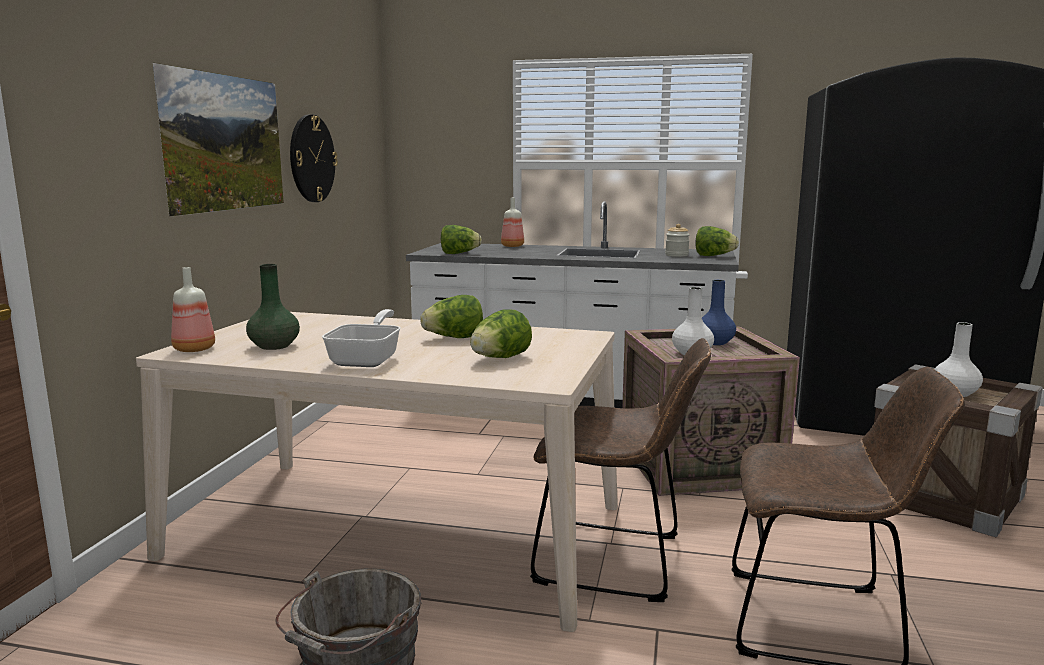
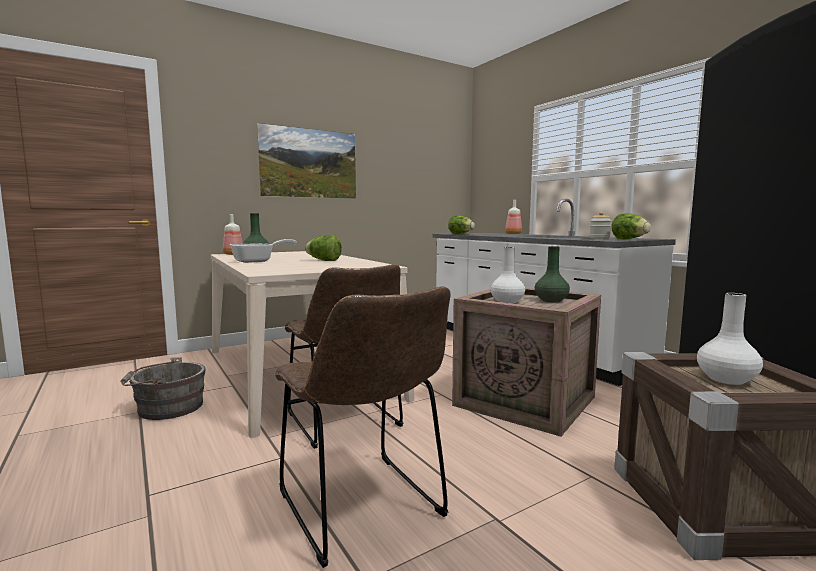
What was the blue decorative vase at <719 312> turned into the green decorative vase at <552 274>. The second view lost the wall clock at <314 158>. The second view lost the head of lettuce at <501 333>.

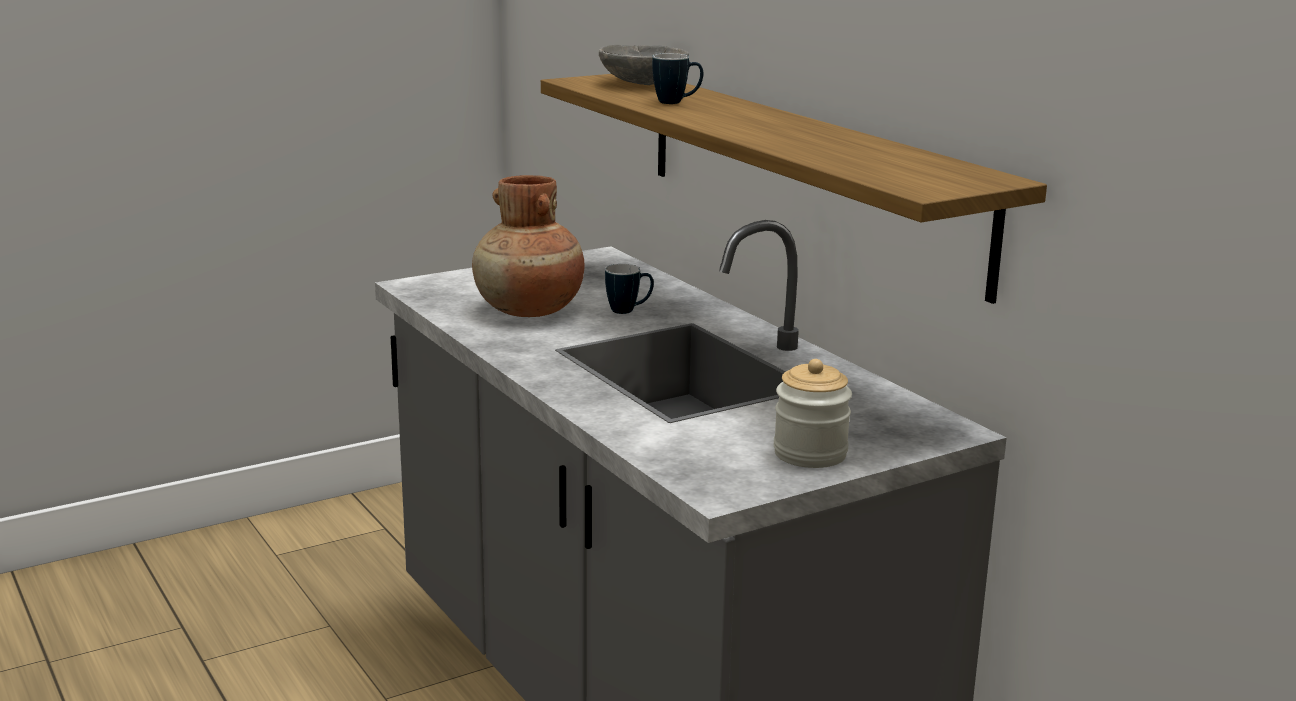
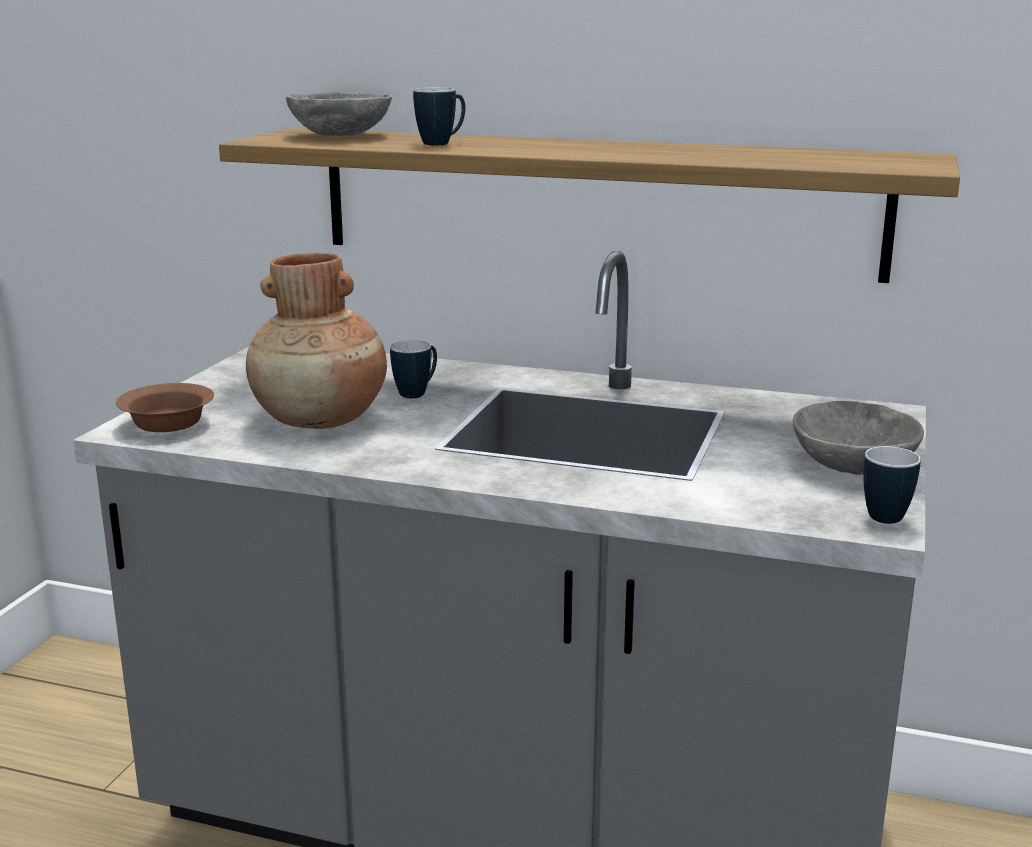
The second view gained the brown bowl at <165 407>. Where the preserve jar stood at <813 413>, the greyish bowl came to stand at <858 438>. The second view gained the mug at <892 485>.

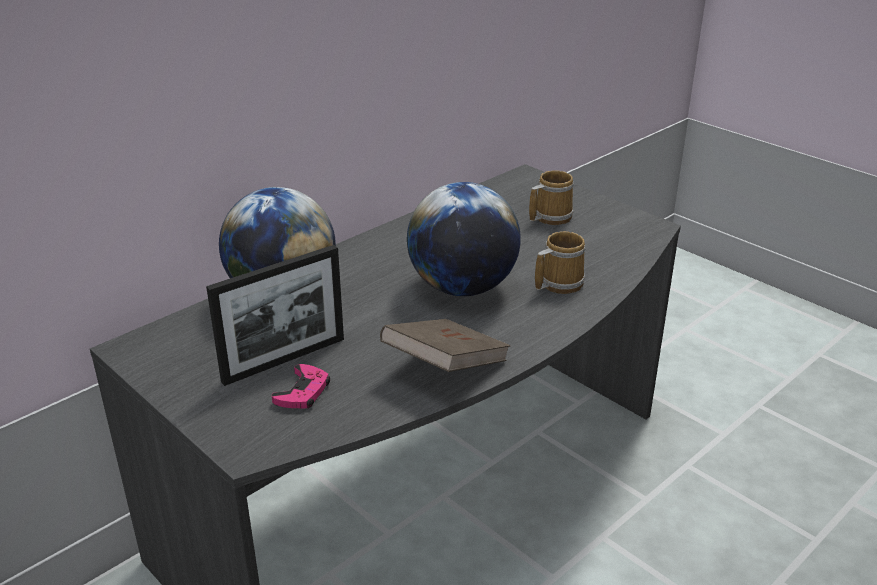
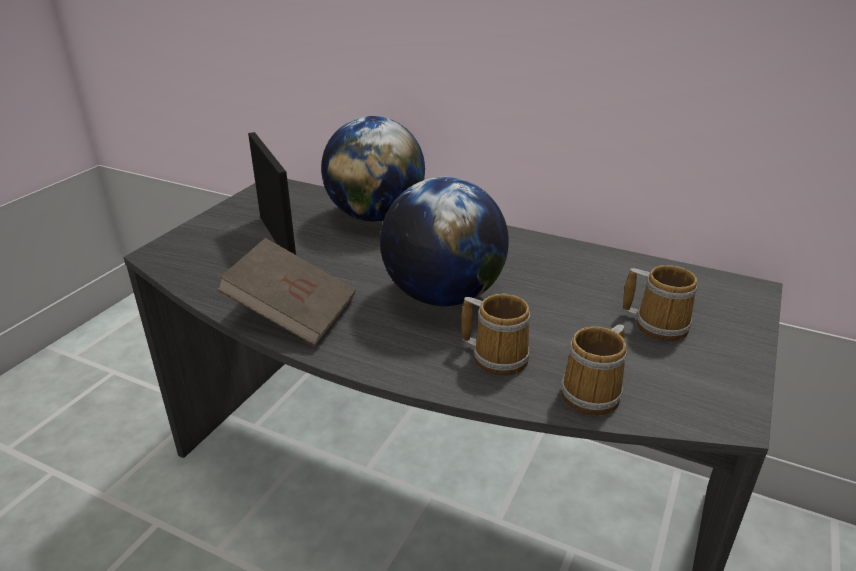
The picture frame at <275 315> ended up facing another way, 150 degrees counterclockwise from before. The second view gained the mug at <594 370>. The second view lost the pink gamepad at <301 386>.

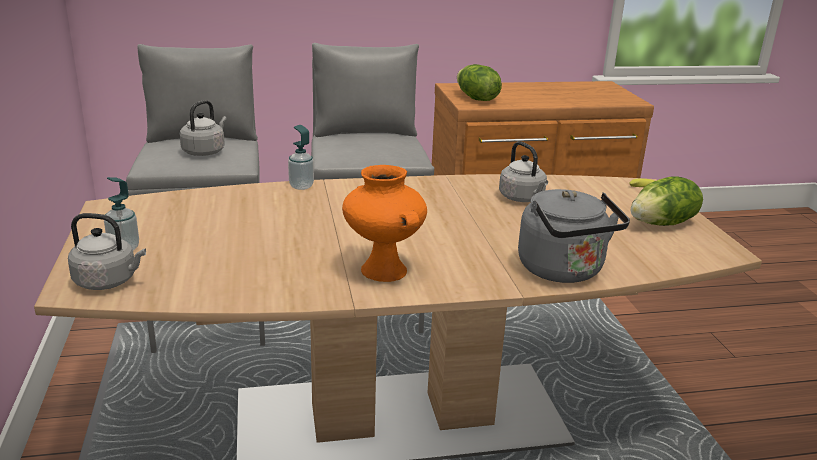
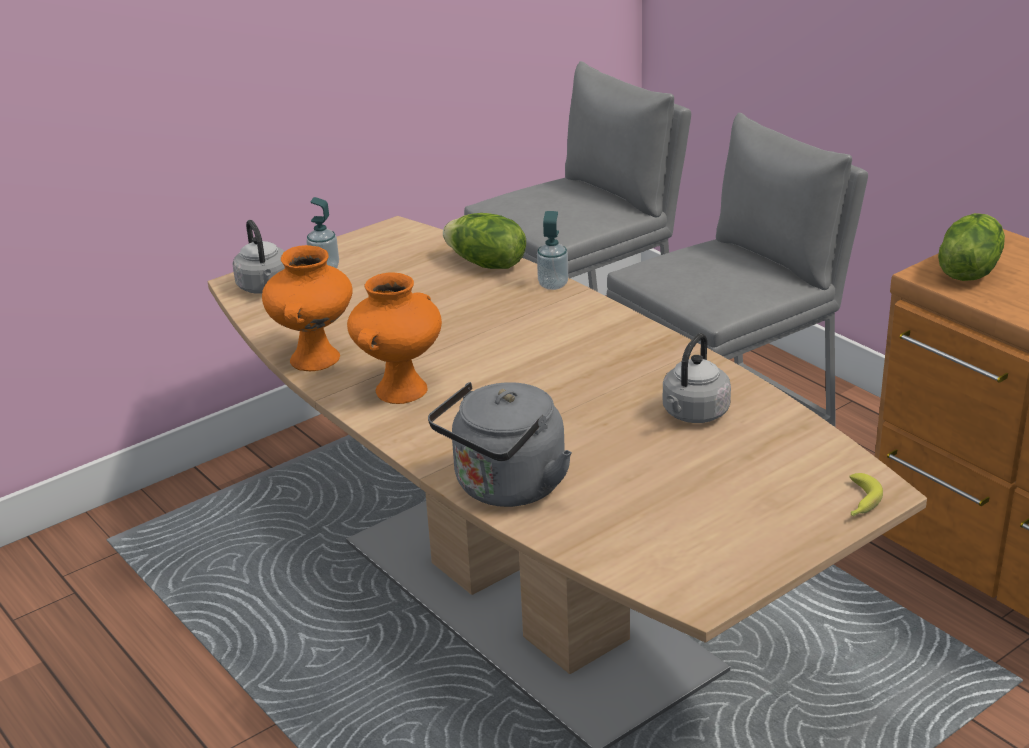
The second view gained the orangey decorative vase at <307 308>. The head of lettuce ended up elsewhere, having gone from <667 201> to <484 241>. The second view lost the greyish water kettle at <203 128>.

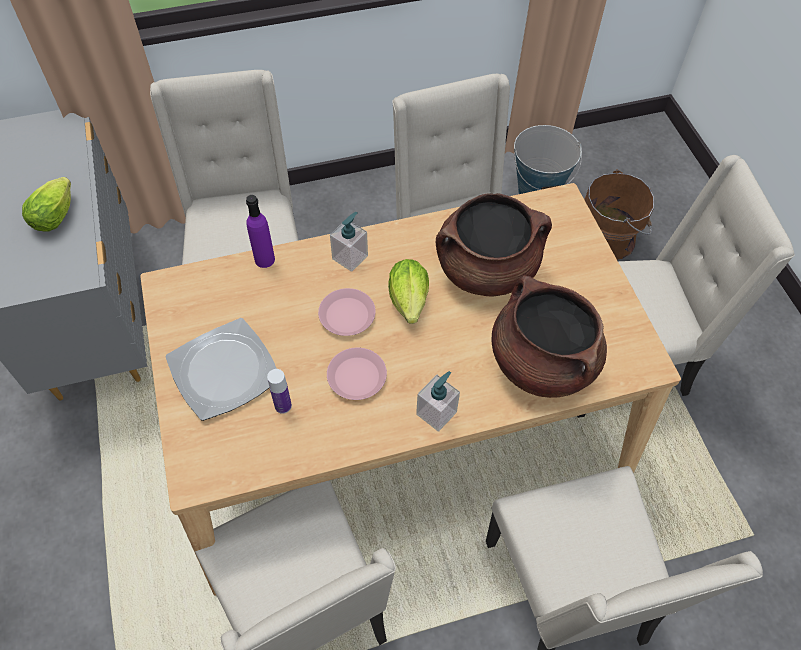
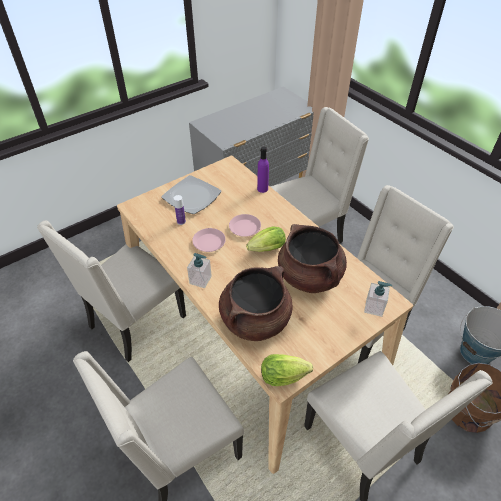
The head of lettuce ended up elsewhere, having gone from <46 204> to <287 370>. The liquid soap bottle ended up elsewhere, having gone from <349 242> to <378 299>.

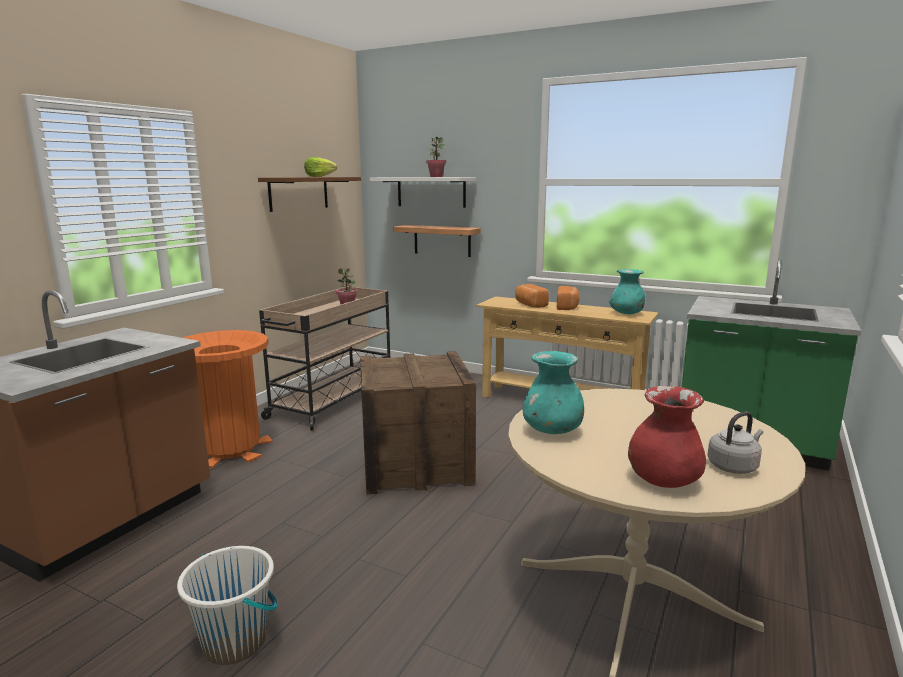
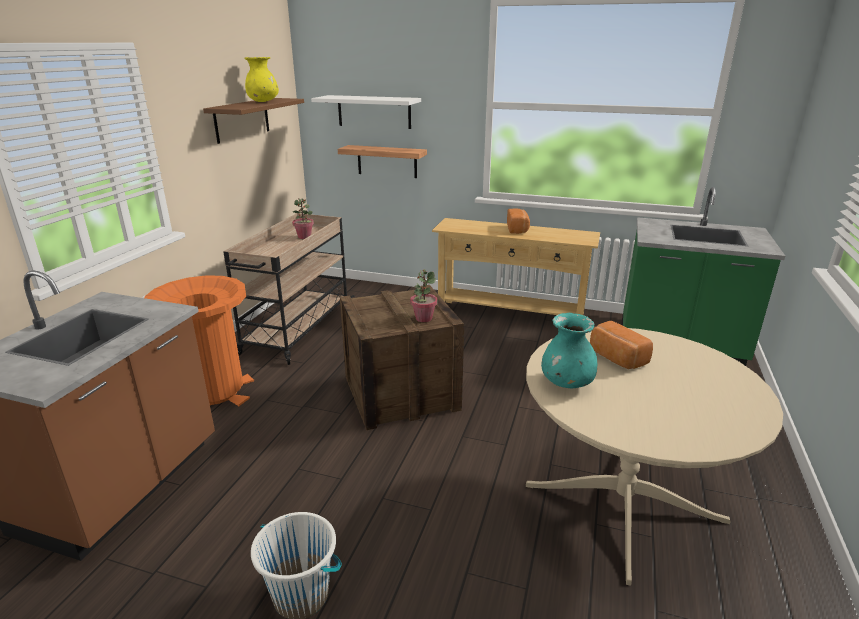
Where the head of lettuce stood at <320 167>, the yellow decorative vase came to stand at <261 79>. The plant in a pot ended up elsewhere, having gone from <436 157> to <424 295>. The baked bread ended up elsewhere, having gone from <532 296> to <621 345>. The second view lost the turquoise decorative vase at <627 291>. The second view lost the red-coloured decorative vase at <667 437>. The second view lost the greyish water kettle at <735 442>.

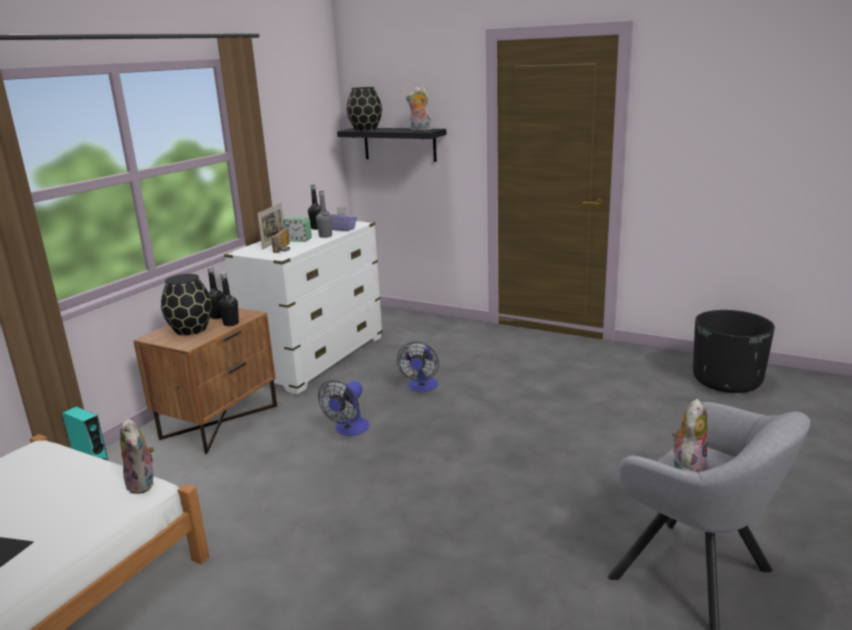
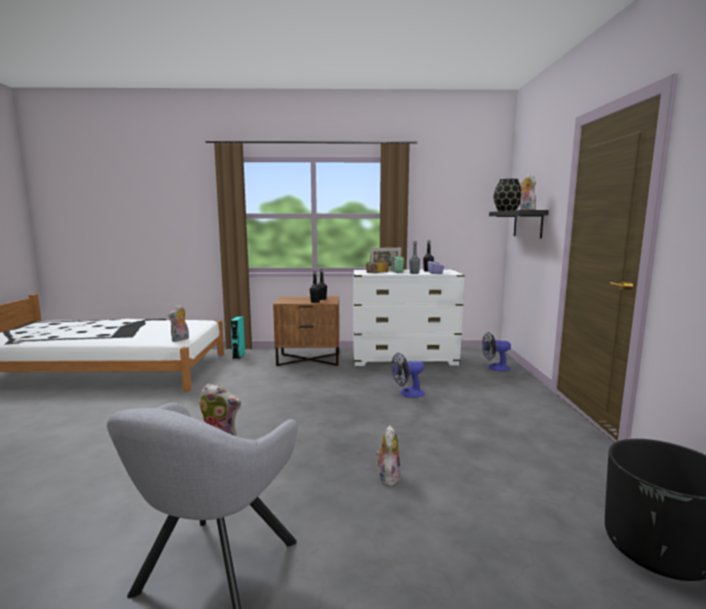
The second view gained the plush toy at <388 455>. The fan ended up elsewhere, having gone from <343 408> to <496 351>. The second view lost the blackish decorative vase at <186 305>.

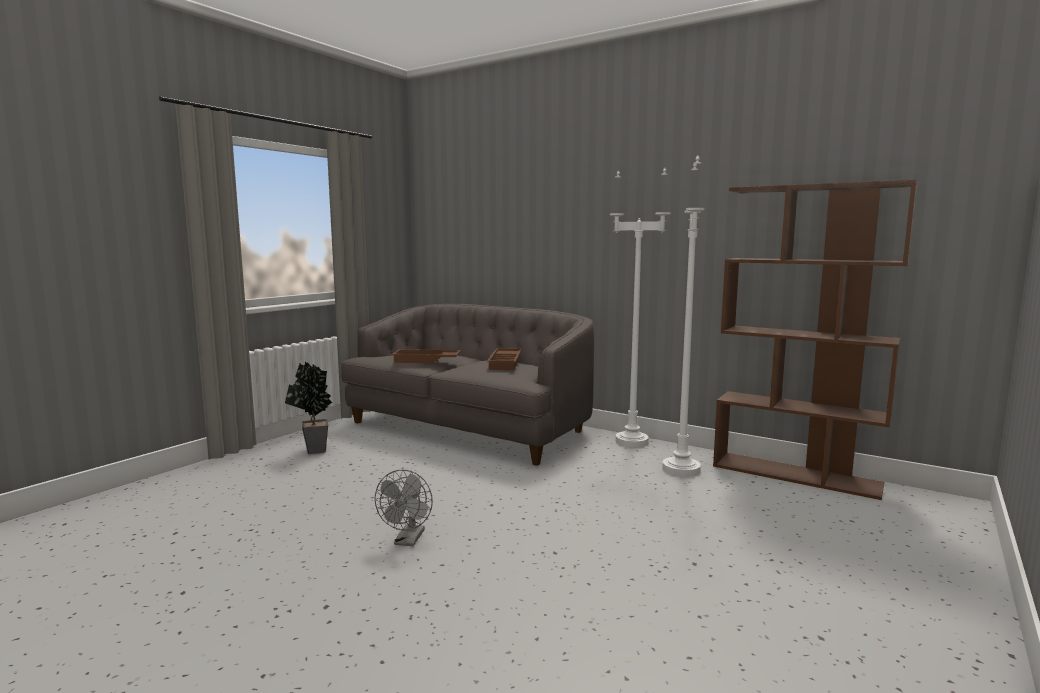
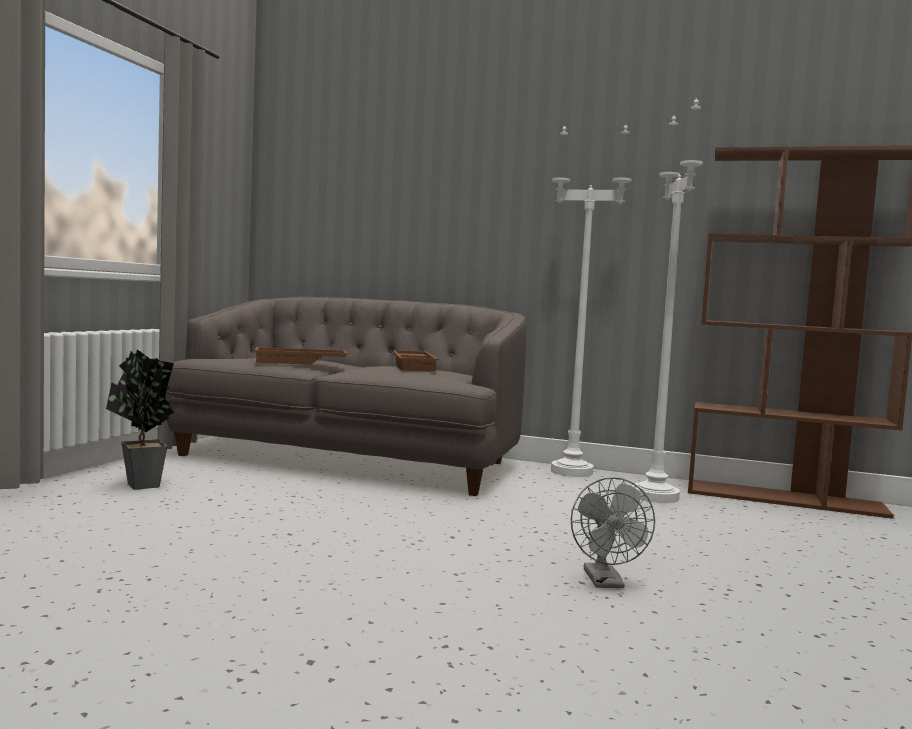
The greyish fan ended up elsewhere, having gone from <404 507> to <613 532>.

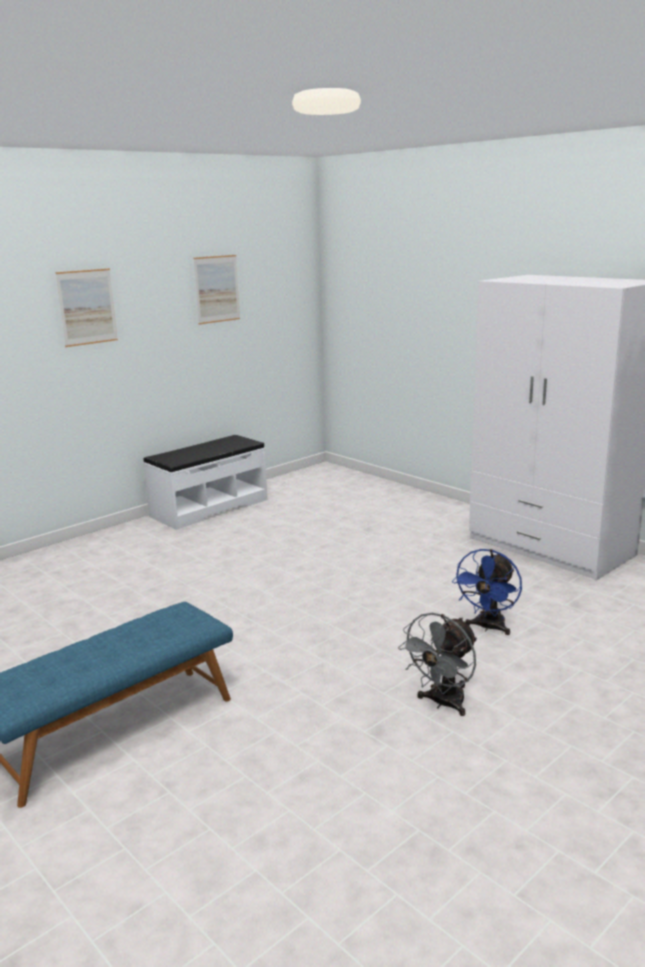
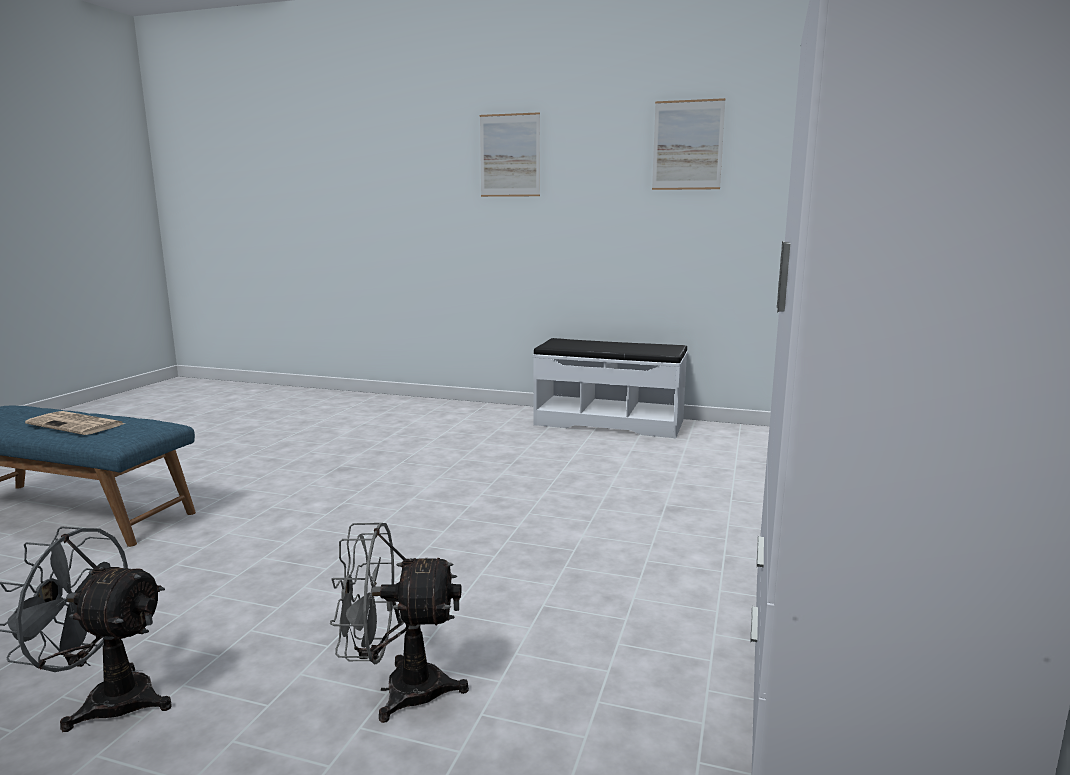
The second view gained the printed paper at <75 423>. What was the blue fan at <487 592> turned into the greyish fan at <399 623>.

